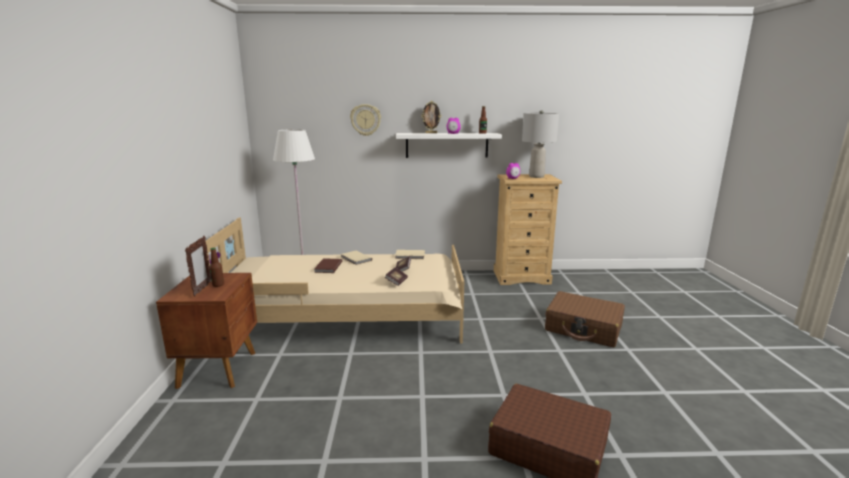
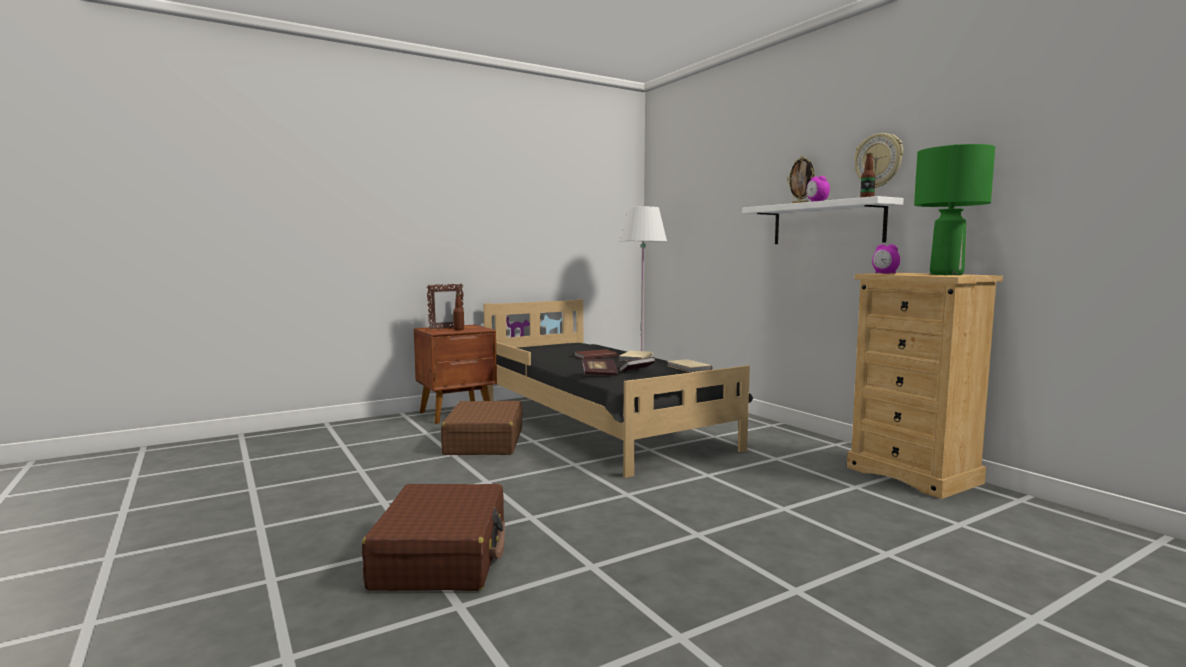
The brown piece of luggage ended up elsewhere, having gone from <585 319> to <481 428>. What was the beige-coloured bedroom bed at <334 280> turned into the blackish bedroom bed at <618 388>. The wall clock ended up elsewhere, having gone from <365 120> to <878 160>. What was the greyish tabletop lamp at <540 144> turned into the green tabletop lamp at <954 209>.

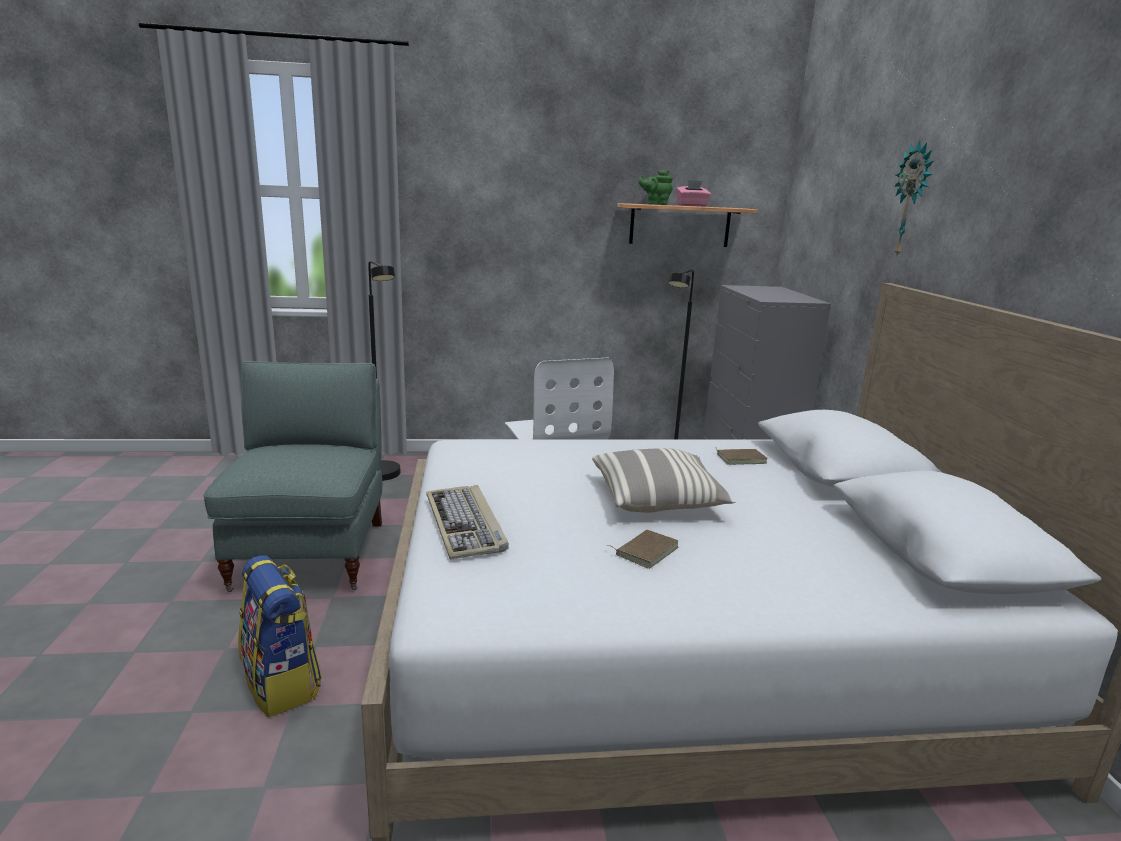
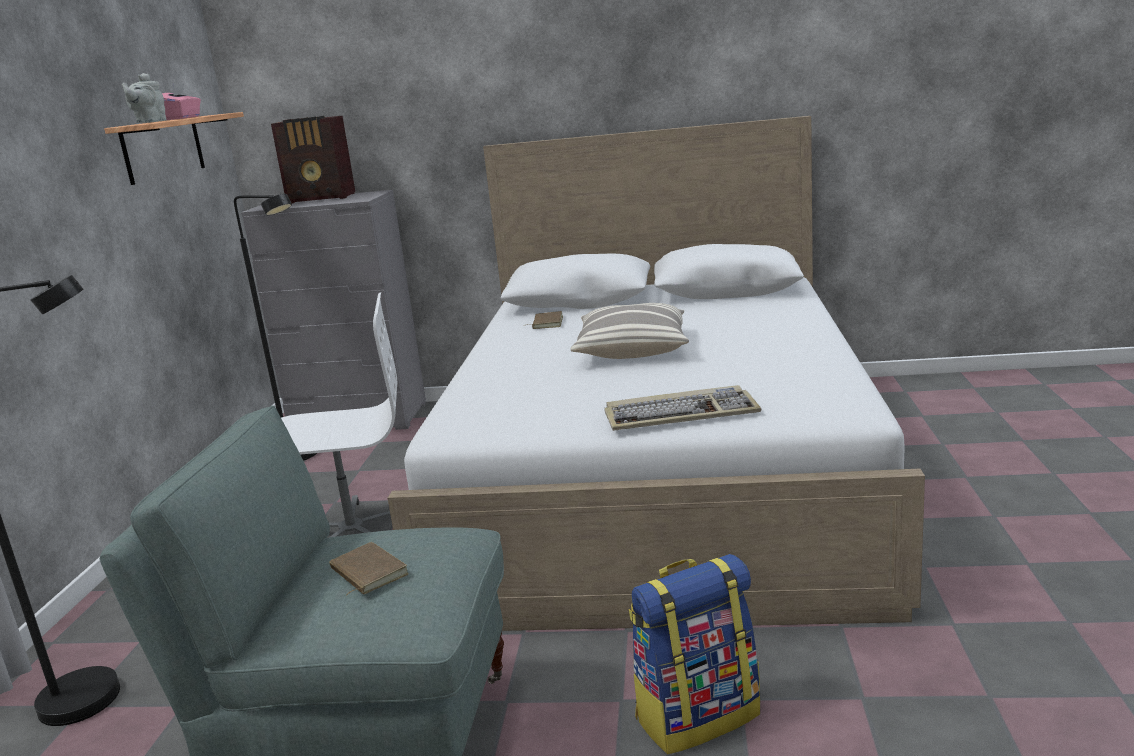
What was the green pot for tea at <655 187> turned into the greyish pot for tea at <144 98>. The second view gained the radio receiver at <313 159>. The brown book ended up elsewhere, having gone from <642 549> to <368 569>. The second view lost the wall clock at <913 199>.

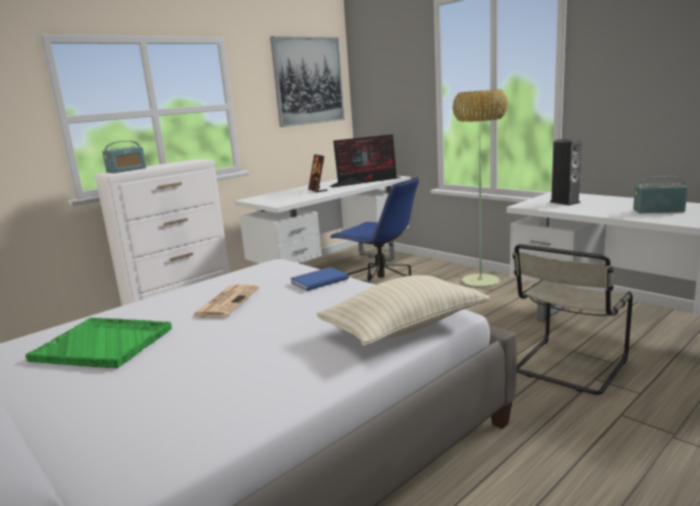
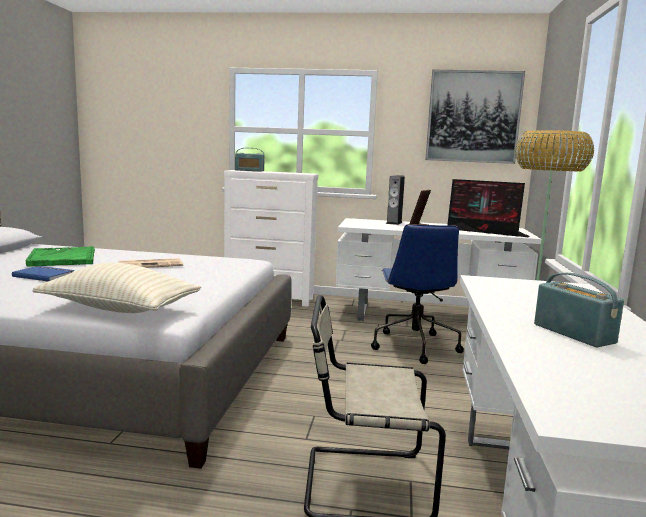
The blue book ended up elsewhere, having gone from <319 279> to <43 273>. The audio speaker ended up elsewhere, having gone from <566 172> to <395 200>.

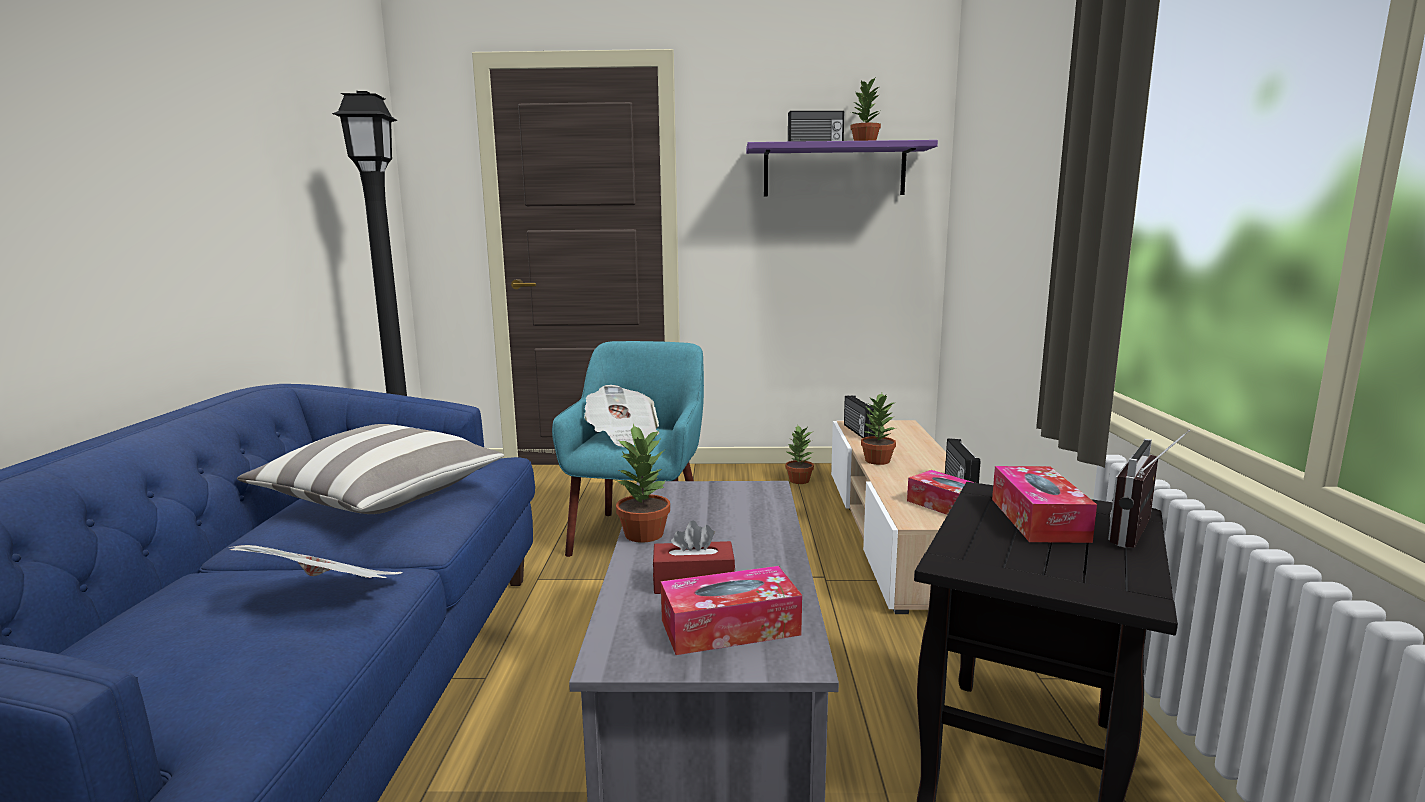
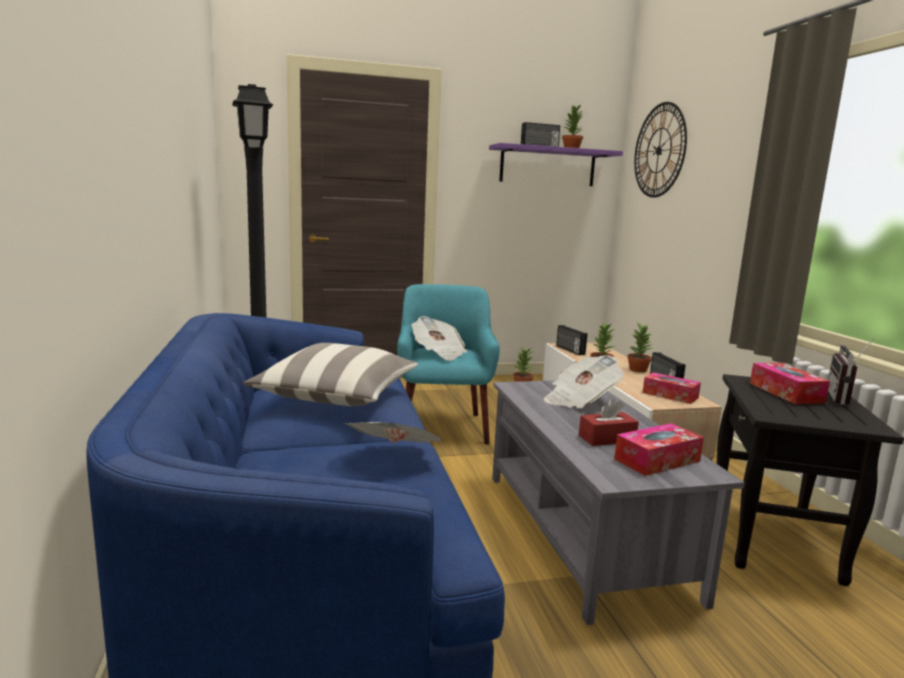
The second view gained the printed paper at <584 381>. The plant in a pot ended up elsewhere, having gone from <643 483> to <640 347>. The second view gained the wall clock at <660 150>.

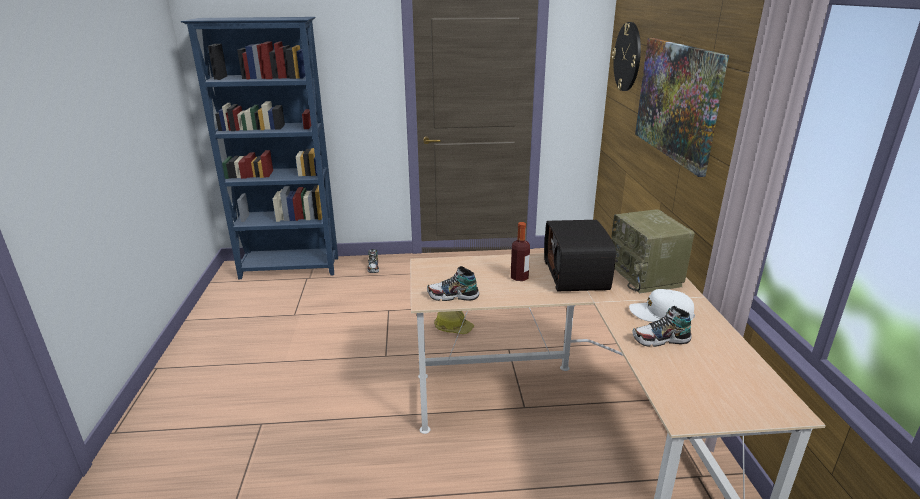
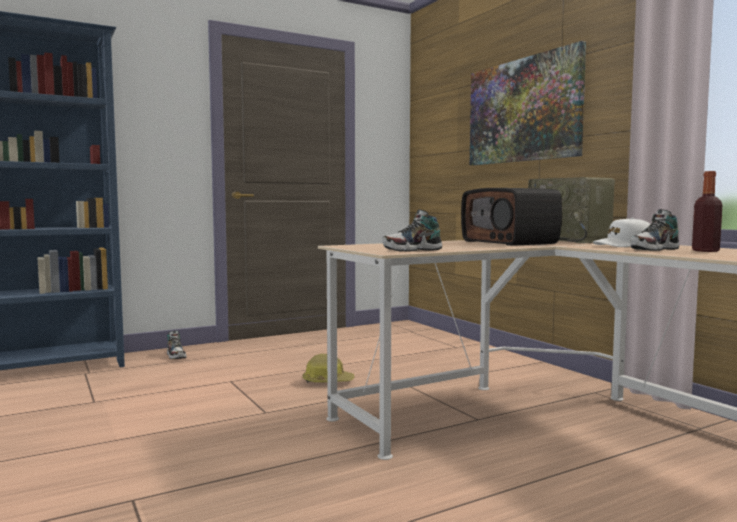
The beverage bottle ended up elsewhere, having gone from <520 251> to <707 211>. The second view lost the wall clock at <626 56>.

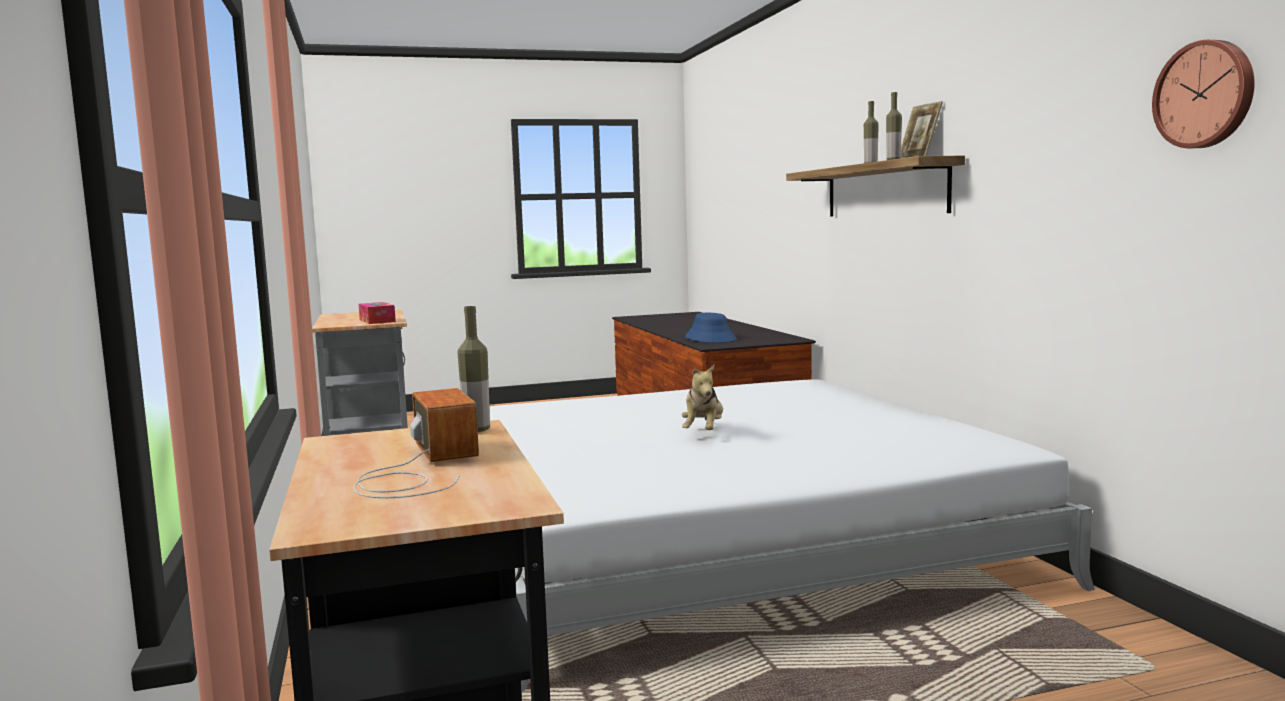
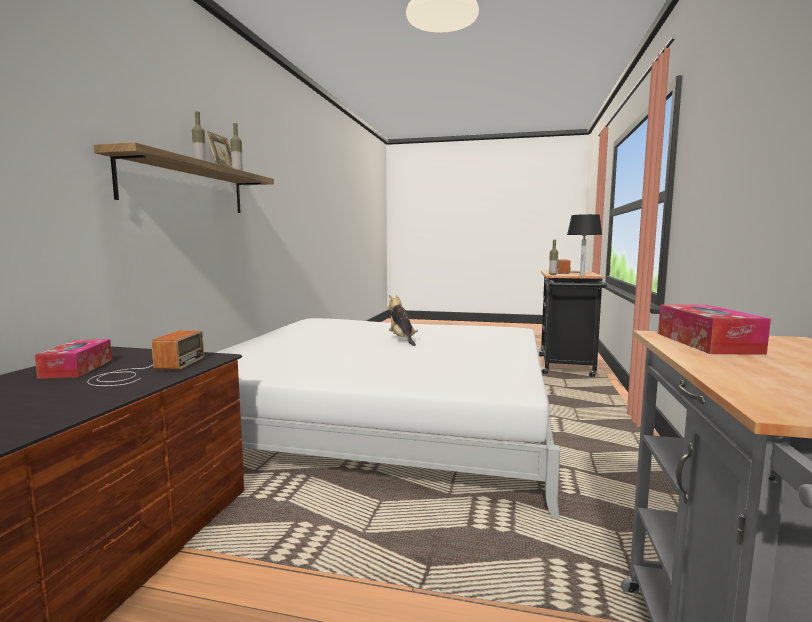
The second view gained the tissue box at <73 359>. Where the blue wearable hat stood at <711 328>, the radio receiver came to stand at <145 358>. The plush toy at <702 397> ended up facing another way, 60 degrees counterclockwise from before. The second view gained the blackish tabletop lamp at <584 245>. The second view lost the wall clock at <1203 94>.

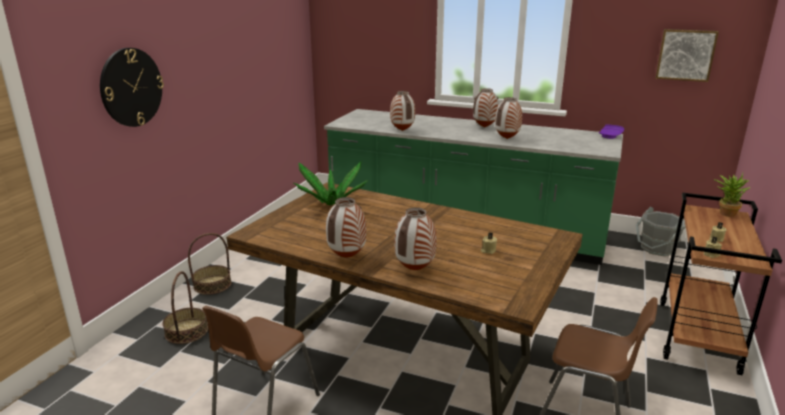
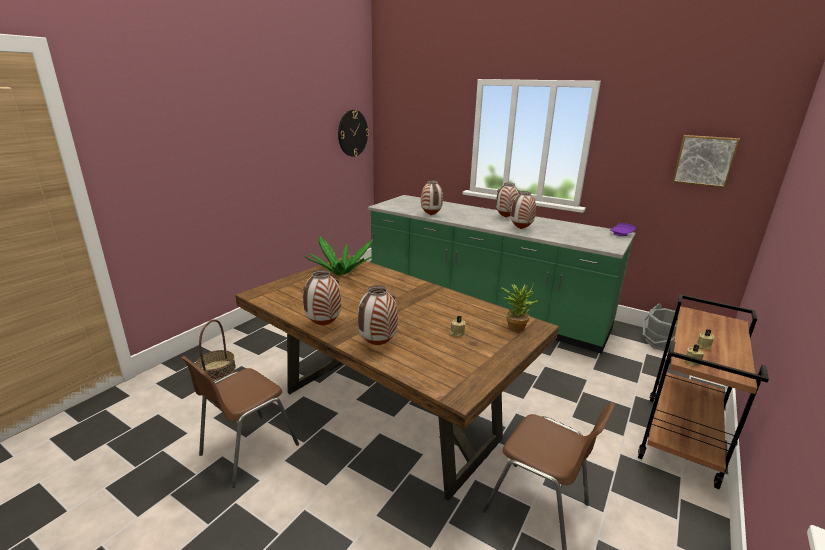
The wall clock ended up elsewhere, having gone from <132 87> to <353 133>. The plant in a pot ended up elsewhere, having gone from <732 195> to <519 307>. The second view lost the basket at <209 264>.

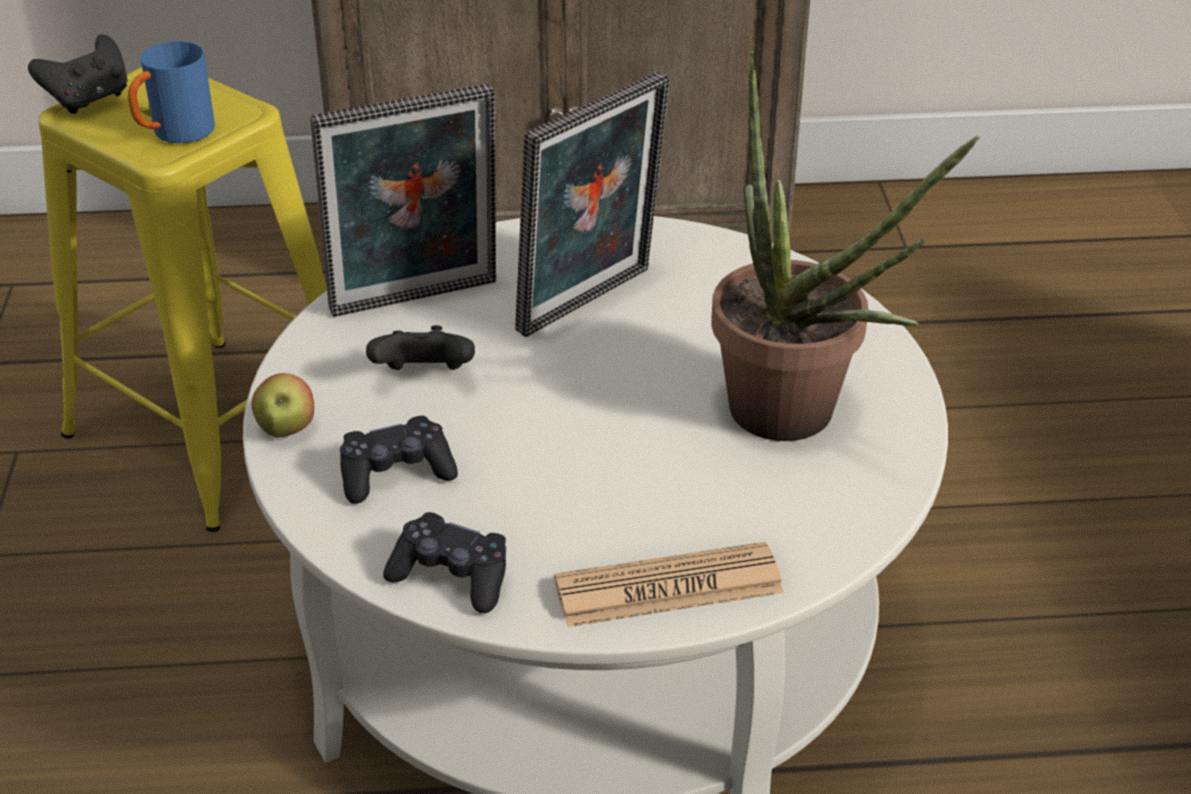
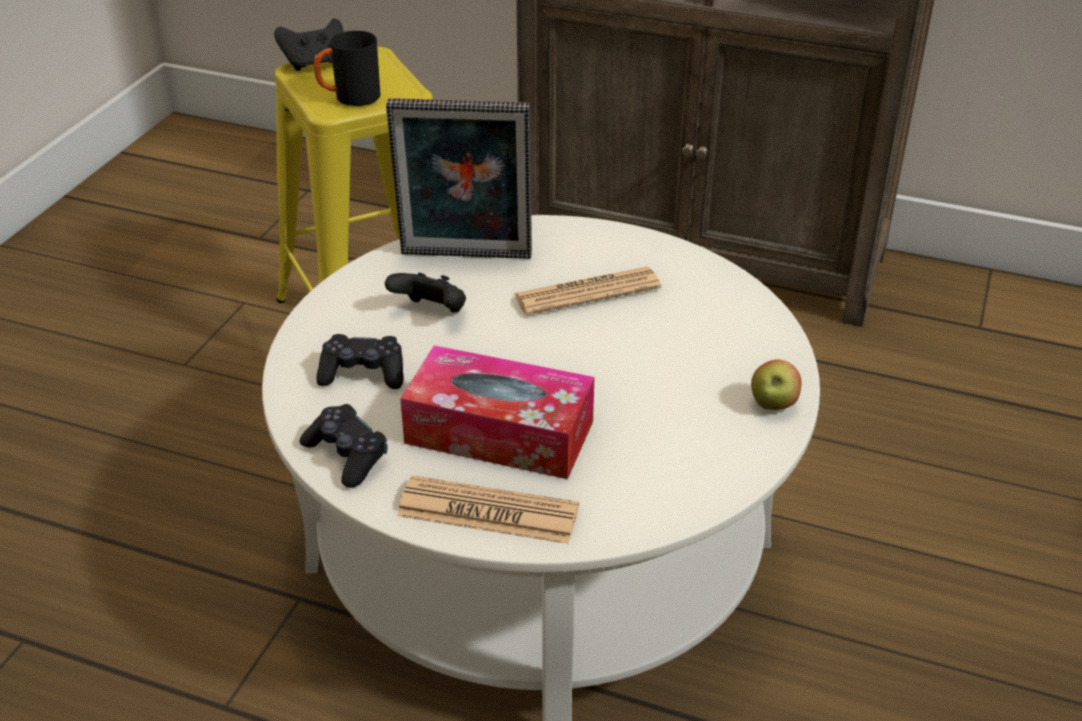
What was the blue mug at <171 92> turned into the blackish mug at <347 68>. The second view gained the tissue box at <497 412>. Where the picture frame stood at <592 204>, the printed paper came to stand at <587 291>. The whole apple ended up elsewhere, having gone from <283 405> to <776 385>. The second view lost the plant in a pot at <845 246>.

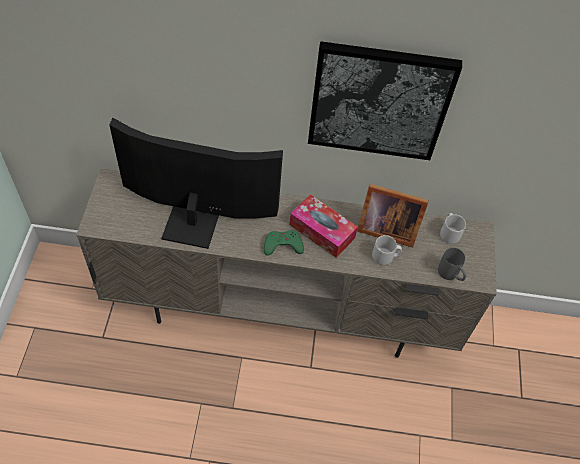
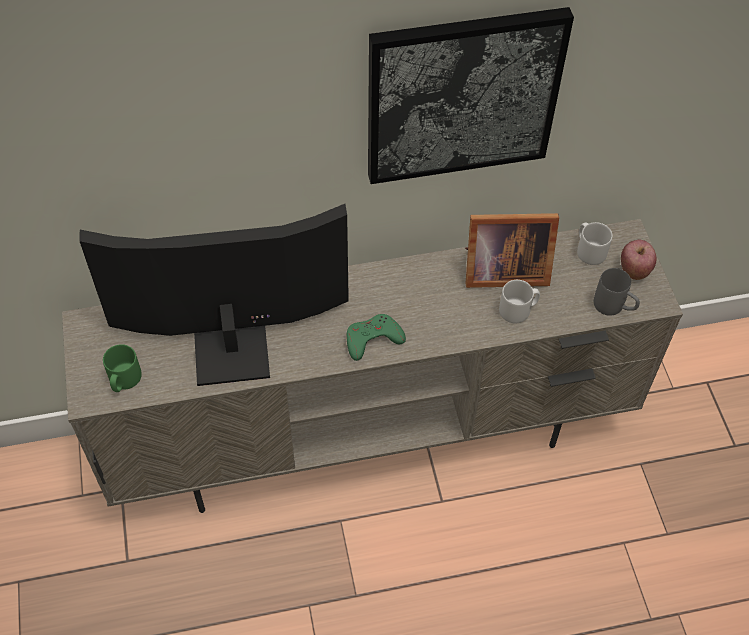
The second view gained the green mug at <122 368>. The second view gained the whole apple at <639 260>. The second view lost the tissue box at <324 226>.

